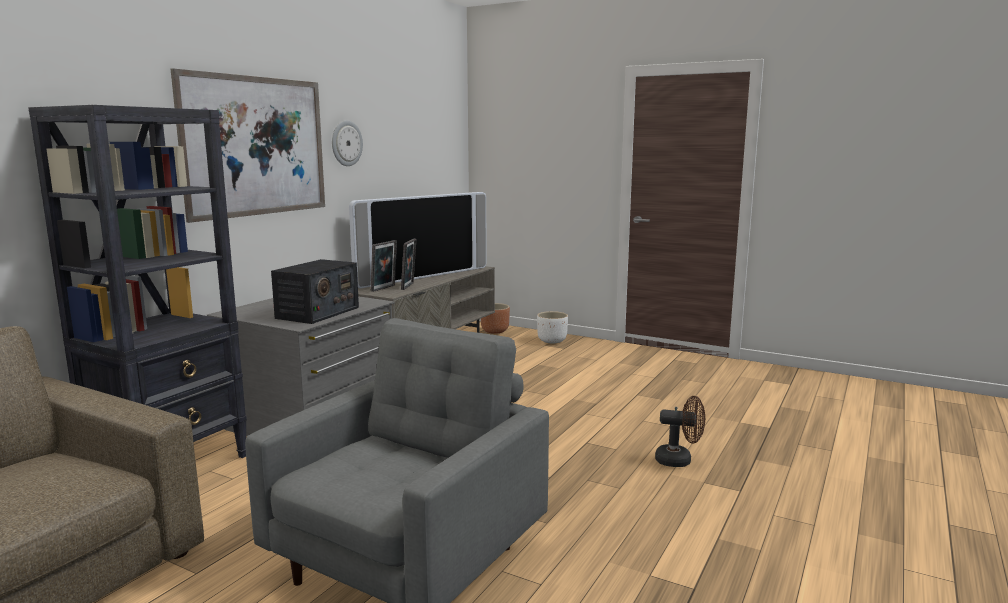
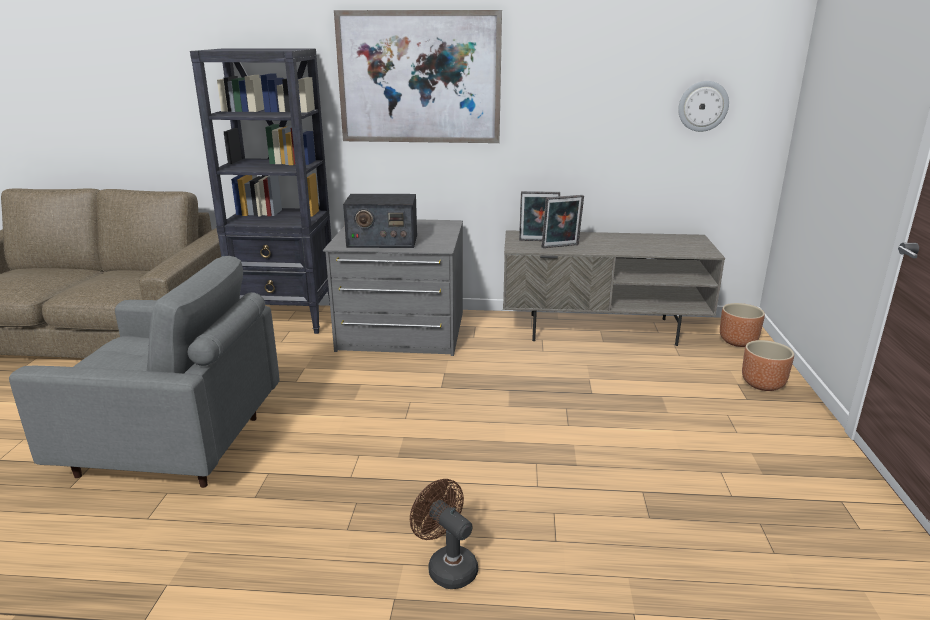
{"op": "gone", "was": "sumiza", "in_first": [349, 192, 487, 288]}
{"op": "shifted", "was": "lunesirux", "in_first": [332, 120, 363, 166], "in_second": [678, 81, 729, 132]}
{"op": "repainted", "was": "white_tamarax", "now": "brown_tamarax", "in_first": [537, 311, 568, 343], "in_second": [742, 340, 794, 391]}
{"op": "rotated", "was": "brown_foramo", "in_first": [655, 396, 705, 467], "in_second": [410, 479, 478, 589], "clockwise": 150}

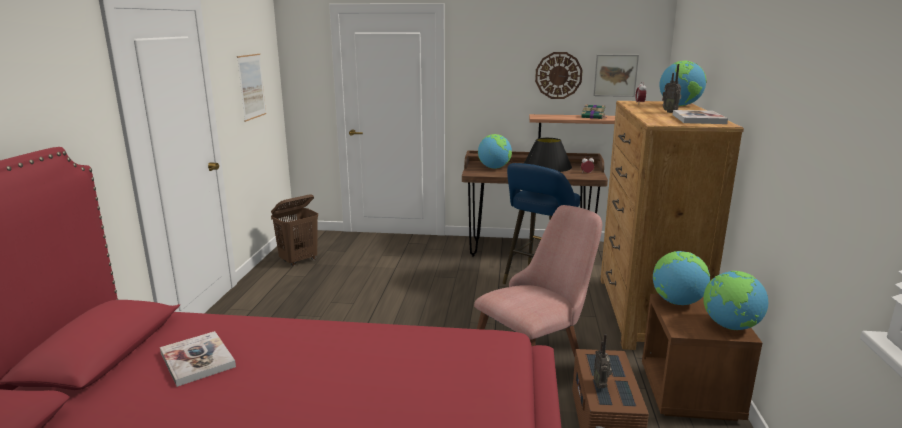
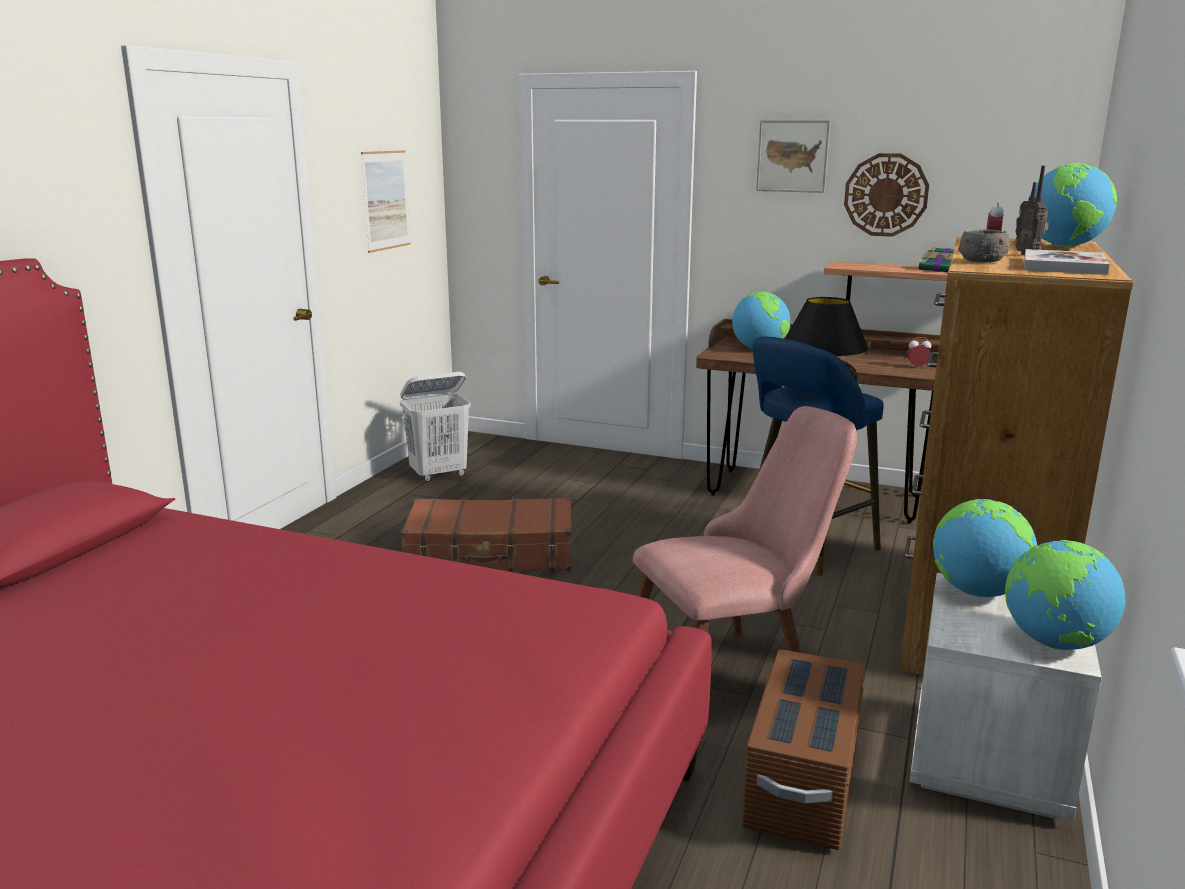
{"op": "gone", "was": "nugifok", "in_first": [160, 331, 236, 387]}
{"op": "gone", "was": "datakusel", "in_first": [594, 334, 612, 389]}
{"op": "new", "now": "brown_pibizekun", "in_second": [401, 497, 572, 572]}
{"op": "new", "now": "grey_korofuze", "in_second": [958, 229, 1010, 263]}
{"op": "shifted", "was": "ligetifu", "in_first": [593, 55, 639, 97], "in_second": [756, 120, 830, 193]}
{"op": "repainted", "was": "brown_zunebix", "now": "white_zunebix", "in_first": [271, 194, 318, 266], "in_second": [400, 372, 471, 482]}
{"op": "repainted", "was": "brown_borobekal", "now": "white_borobekal", "in_first": [642, 294, 762, 421], "in_second": [910, 573, 1102, 820]}

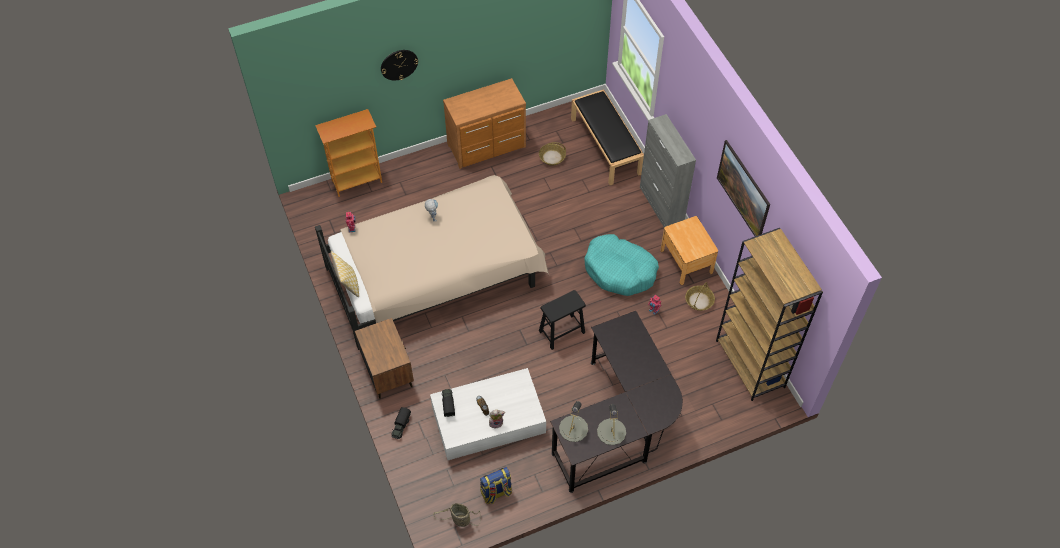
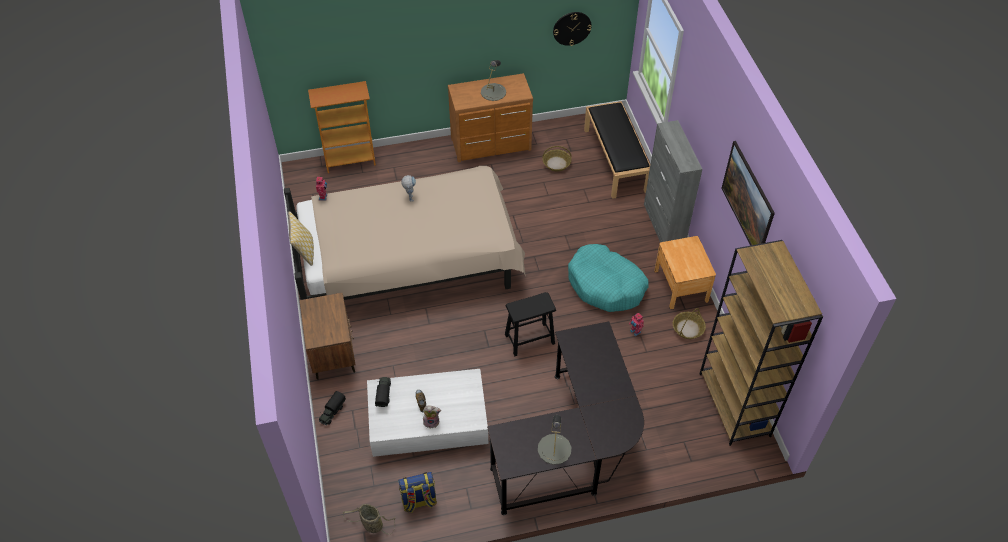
{"op": "shifted", "was": "lunesirux", "in_first": [381, 50, 418, 80], "in_second": [553, 12, 592, 46]}
{"op": "shifted", "was": "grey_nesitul", "in_first": [559, 401, 588, 442], "in_second": [481, 60, 506, 101]}

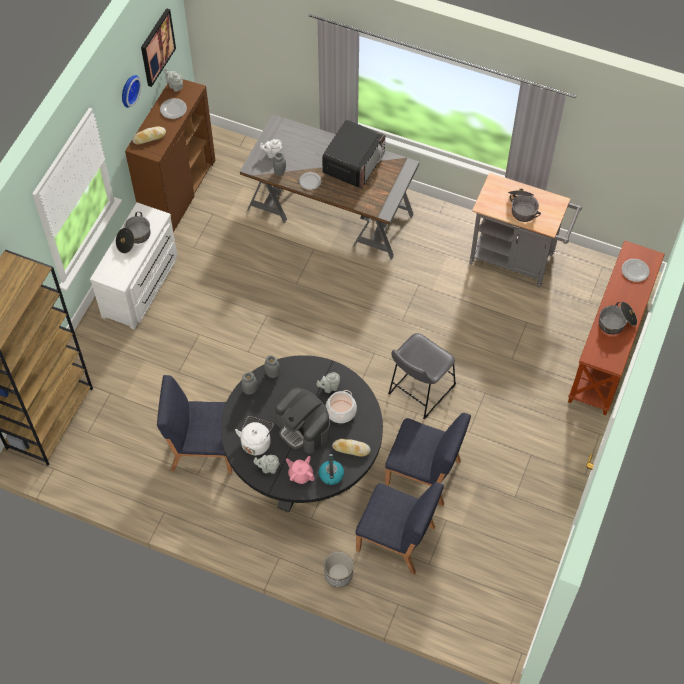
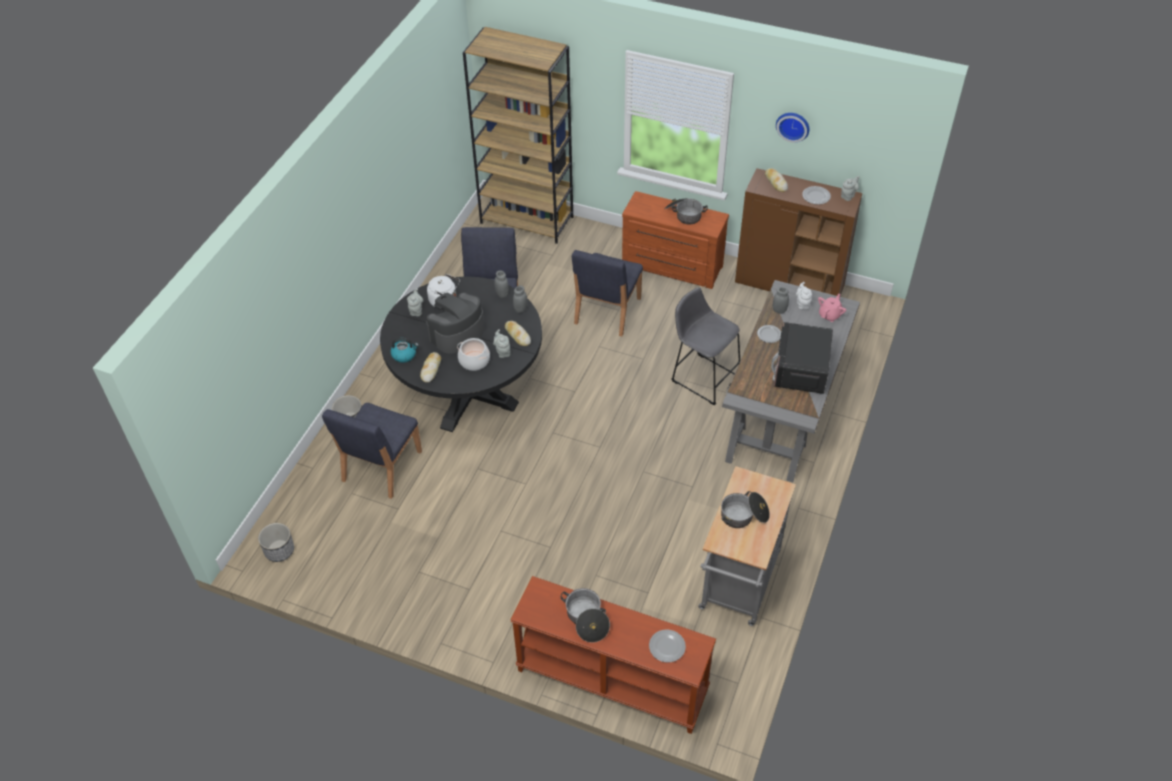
{"op": "gone", "was": "ligetifu", "in_first": [141, 8, 176, 87]}
{"op": "new", "now": "tamarax", "in_second": [258, 523, 294, 562]}
{"op": "new", "now": "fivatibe", "in_second": [505, 321, 531, 346]}
{"op": "shifted", "was": "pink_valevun", "in_first": [286, 456, 315, 484], "in_second": [818, 294, 846, 322]}
{"op": "shifted", "was": "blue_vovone", "in_first": [385, 413, 471, 506], "in_second": [572, 250, 643, 336]}
{"op": "shifted", "was": "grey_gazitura", "in_first": [388, 333, 456, 419], "in_second": [672, 287, 740, 405]}
{"op": "repainted", "was": "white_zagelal", "now": "brown_zagelal", "in_first": [90, 202, 177, 329], "in_second": [622, 191, 729, 289]}
{"op": "rotated", "was": "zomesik", "in_first": [322, 120, 385, 188], "in_second": [771, 322, 833, 394], "clockwise": 75}

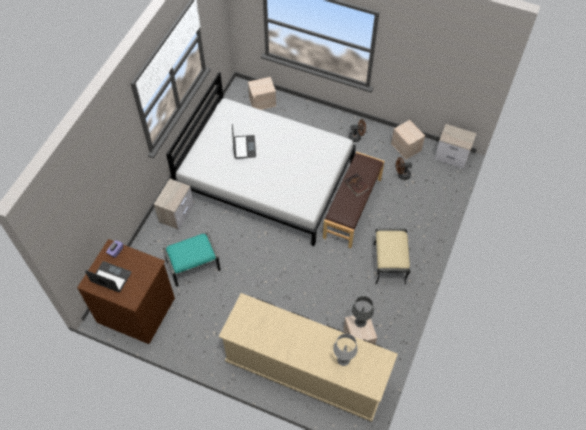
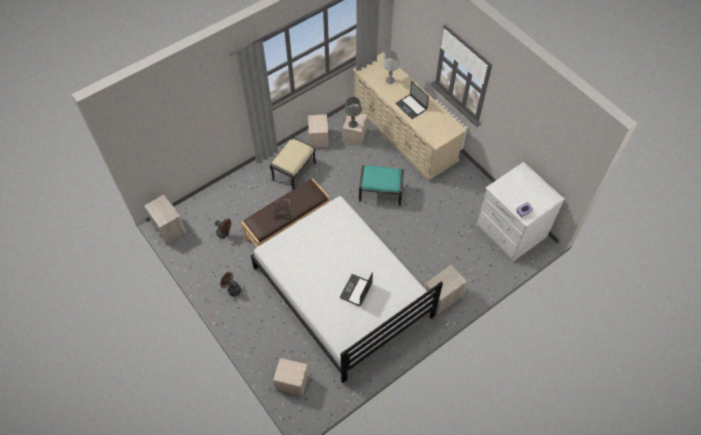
{"op": "shifted", "was": "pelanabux", "in_first": [85, 261, 131, 292], "in_second": [396, 81, 429, 119]}
{"op": "shifted", "was": "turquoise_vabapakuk", "in_first": [163, 233, 221, 287], "in_second": [359, 165, 404, 206]}
{"op": "shifted", "was": "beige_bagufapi", "in_first": [391, 120, 425, 159], "in_second": [308, 114, 329, 147]}
{"op": "repainted", "was": "brown_zagelal", "now": "white_zagelal", "in_first": [77, 239, 175, 344], "in_second": [476, 162, 565, 262]}

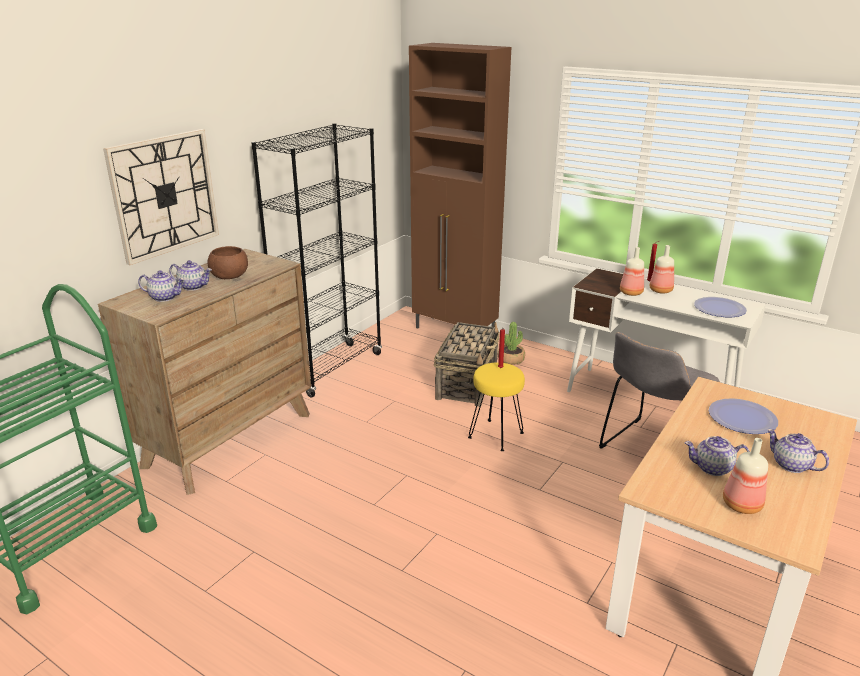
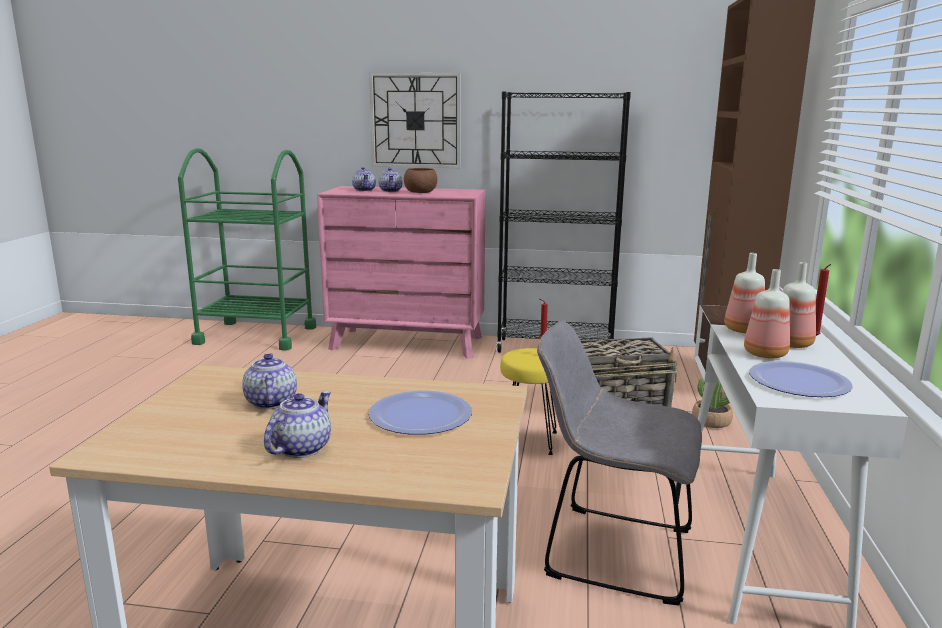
{"op": "shifted", "was": "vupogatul", "in_first": [723, 438, 768, 514], "in_second": [744, 269, 790, 359]}
{"op": "repainted", "was": "brown_zagelal", "now": "pink_zagelal", "in_first": [98, 249, 311, 495], "in_second": [317, 186, 486, 359]}

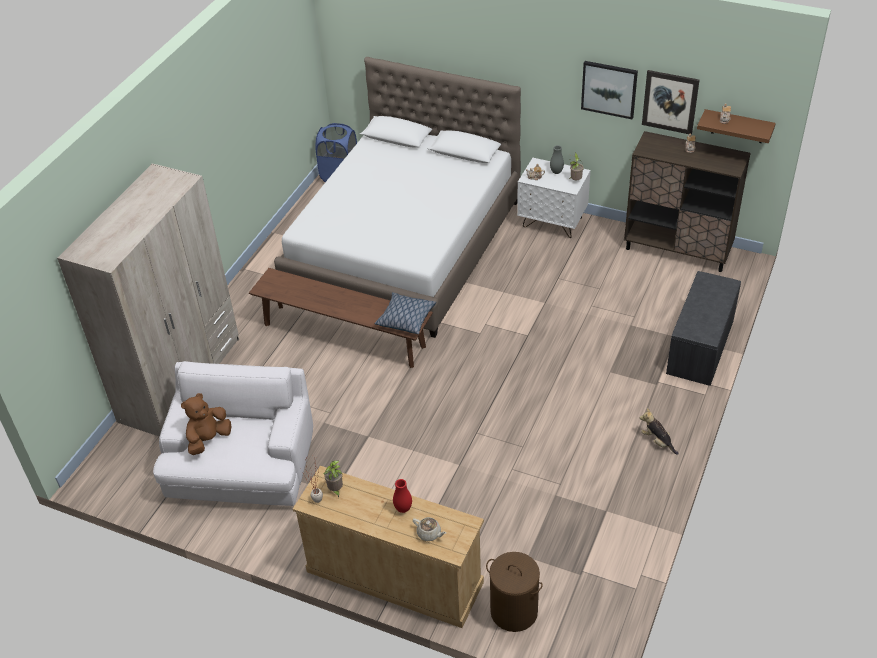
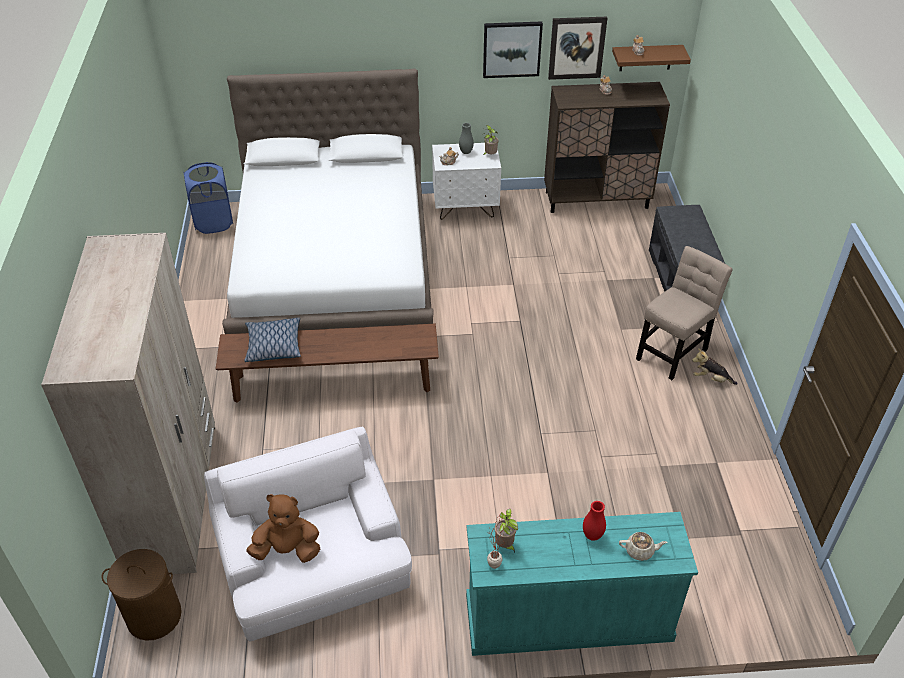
{"op": "new", "now": "beige_vovone", "in_second": [636, 246, 732, 380]}
{"op": "shifted", "was": "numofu", "in_first": [375, 292, 436, 334], "in_second": [244, 317, 301, 362]}
{"op": "shifted", "was": "brown_zunebix", "in_first": [486, 552, 543, 632], "in_second": [102, 549, 182, 641]}
{"op": "repainted", "was": "beige_zagelal", "now": "turquoise_zagelal", "in_first": [293, 466, 484, 628], "in_second": [466, 512, 698, 656]}
{"op": "rotated", "was": "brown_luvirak", "in_first": [181, 393, 231, 455], "in_second": [246, 494, 320, 563], "clockwise": 75}

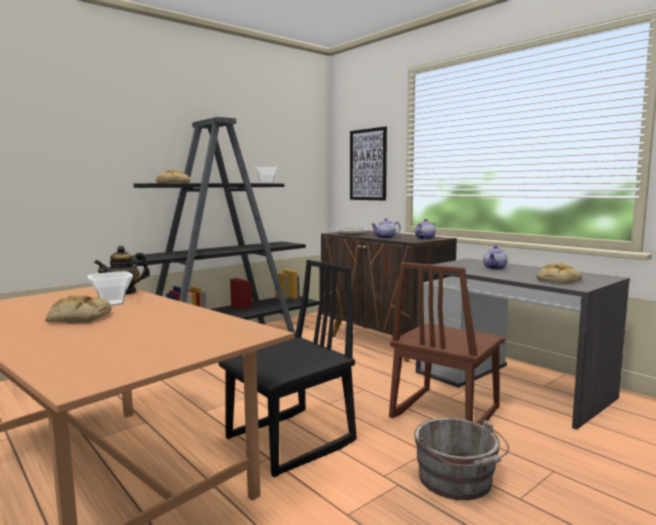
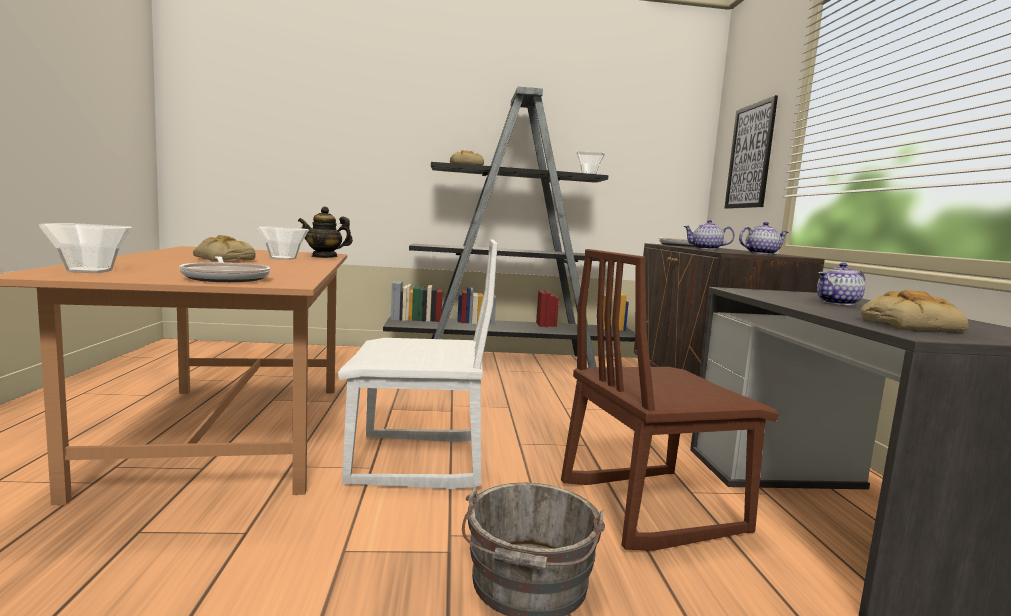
{"op": "new", "now": "korofuze", "in_second": [39, 223, 132, 273]}
{"op": "new", "now": "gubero", "in_second": [179, 257, 270, 282]}
{"op": "repainted", "was": "black_vovone", "now": "white_vovone", "in_first": [218, 260, 356, 477], "in_second": [338, 239, 498, 489]}

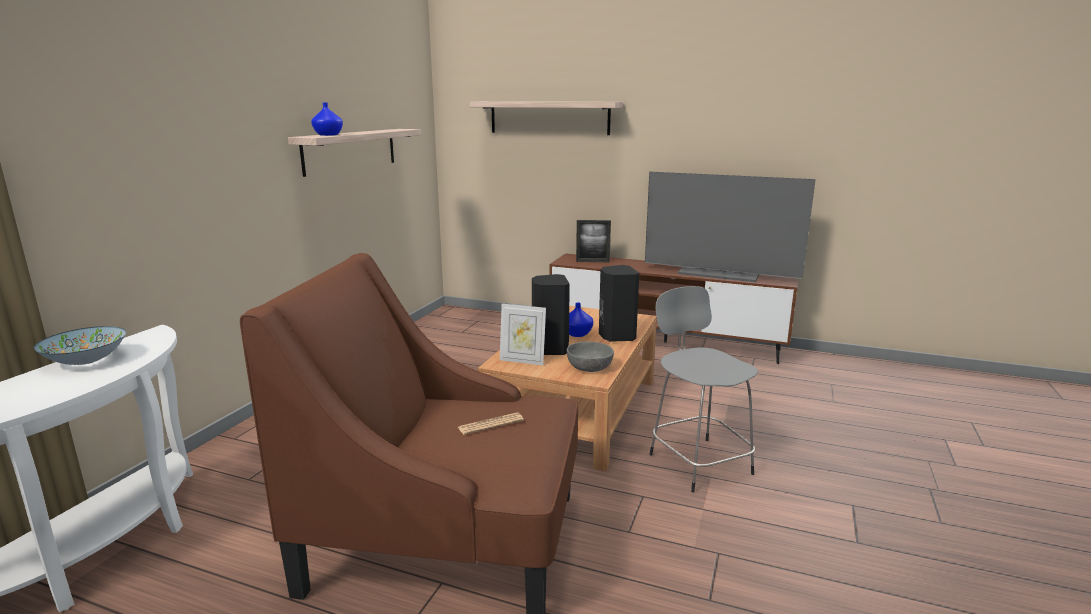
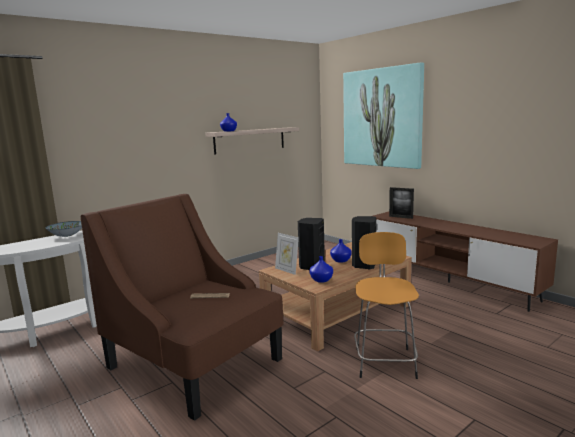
{"op": "gone", "was": "sumiza", "in_first": [645, 172, 816, 282]}
{"op": "swapped", "was": "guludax", "now": "ligetifu", "in_first": [470, 101, 623, 135], "in_second": [343, 62, 424, 169]}
{"op": "swapped", "was": "grey_korofuze", "now": "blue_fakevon", "in_first": [567, 342, 614, 372], "in_second": [309, 256, 333, 283]}
{"op": "repainted", "was": "grey_gazitura", "now": "orange_gazitura", "in_first": [649, 286, 758, 492], "in_second": [354, 232, 419, 379]}

